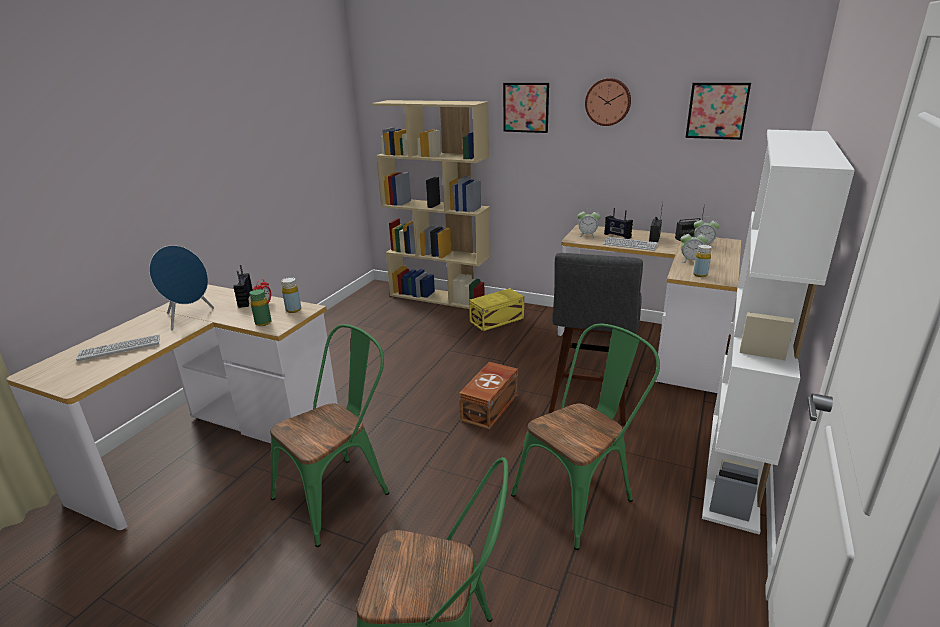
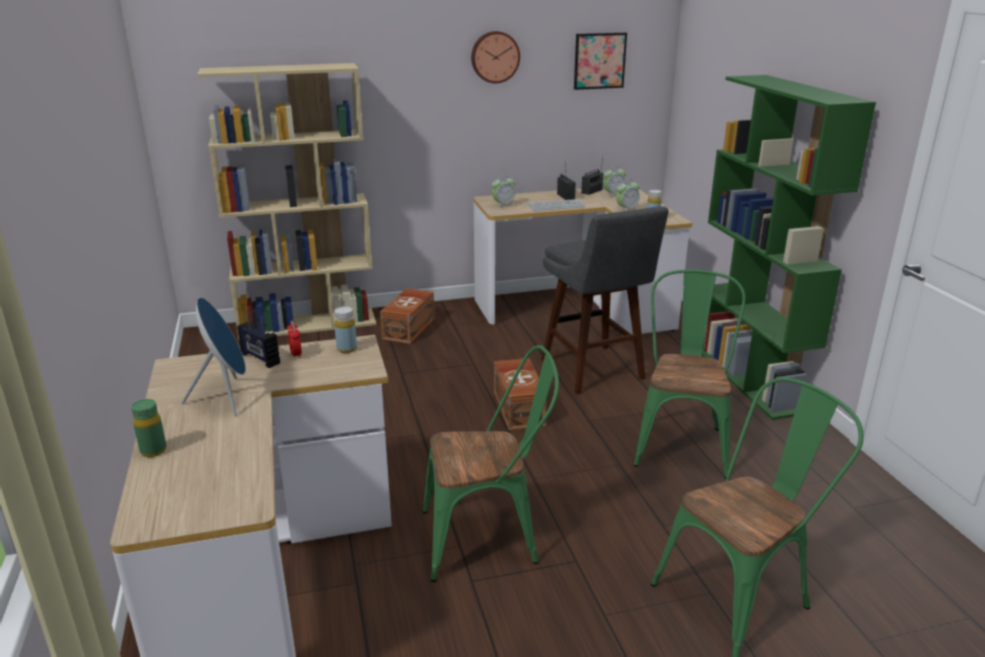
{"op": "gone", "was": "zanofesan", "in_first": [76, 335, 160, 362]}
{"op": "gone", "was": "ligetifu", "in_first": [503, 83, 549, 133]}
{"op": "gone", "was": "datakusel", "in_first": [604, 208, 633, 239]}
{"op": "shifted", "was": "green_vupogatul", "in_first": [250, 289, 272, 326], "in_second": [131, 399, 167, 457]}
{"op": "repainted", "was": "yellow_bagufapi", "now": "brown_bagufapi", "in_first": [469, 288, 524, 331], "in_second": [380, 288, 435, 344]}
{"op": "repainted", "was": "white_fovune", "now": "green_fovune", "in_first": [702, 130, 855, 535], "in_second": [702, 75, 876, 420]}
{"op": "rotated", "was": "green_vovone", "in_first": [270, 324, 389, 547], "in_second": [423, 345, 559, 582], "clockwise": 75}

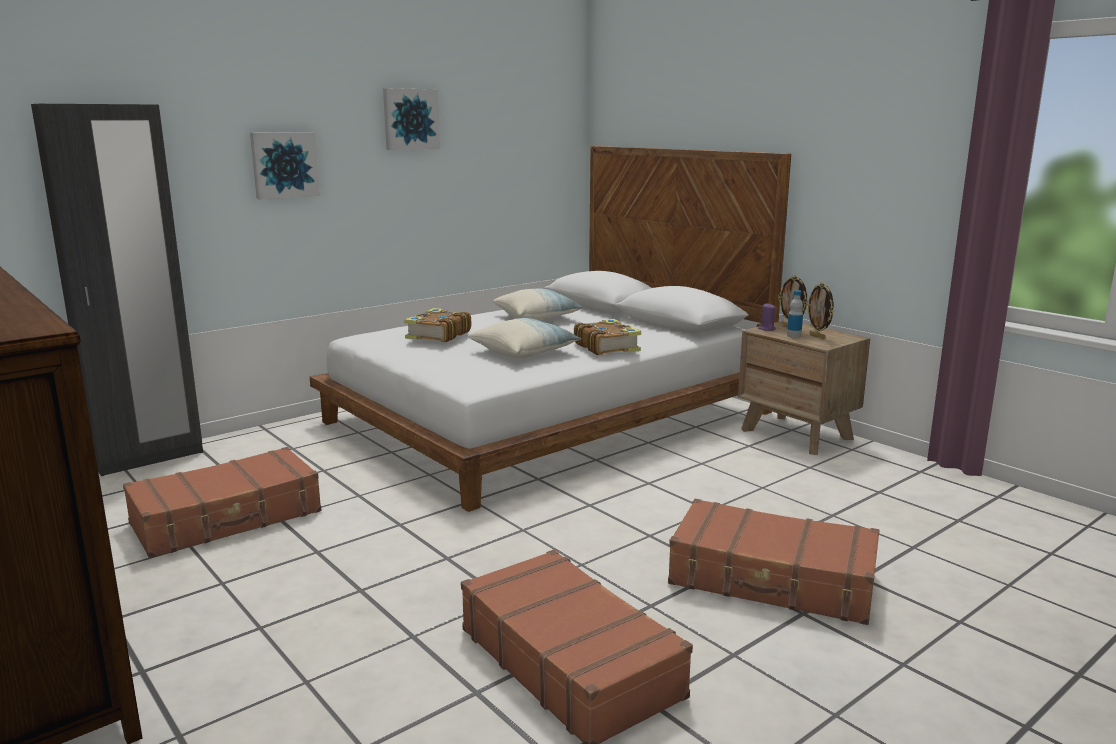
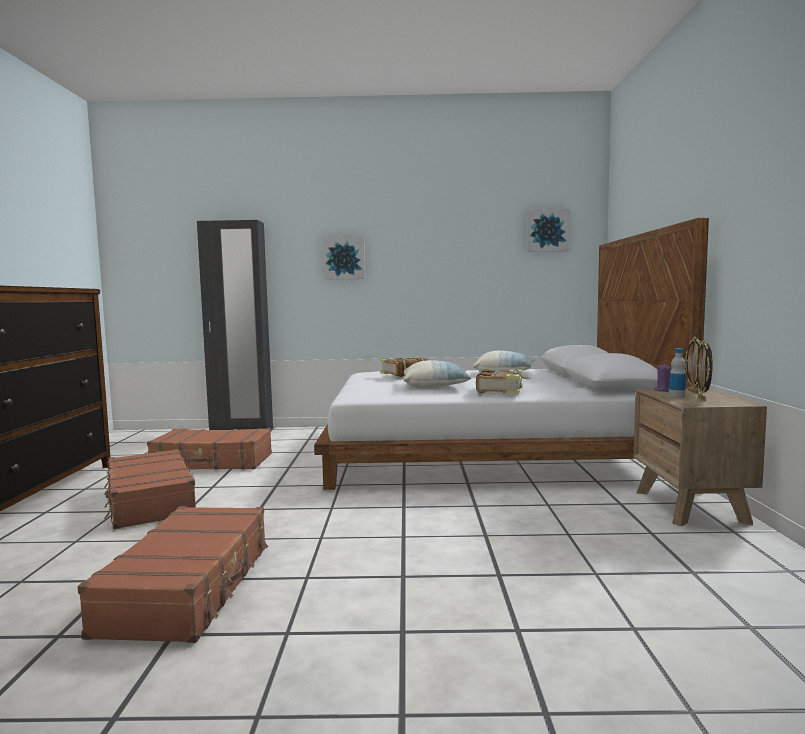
{"op": "shifted", "was": "ligetifu", "in_first": [383, 88, 440, 150], "in_second": [527, 209, 570, 252]}
{"op": "shifted", "was": "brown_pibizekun", "in_first": [668, 499, 880, 625], "in_second": [104, 449, 196, 529]}

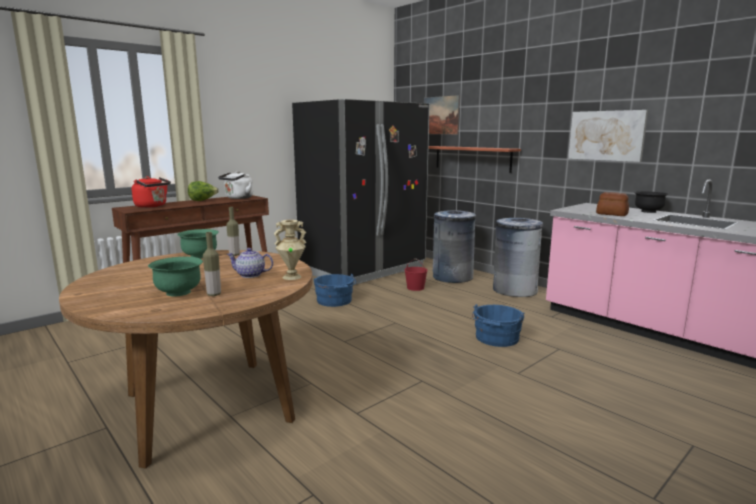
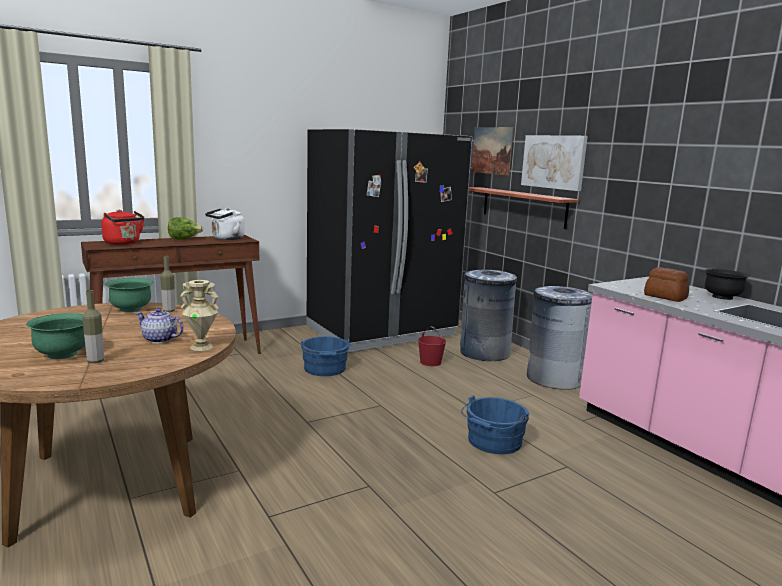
{"op": "shifted", "was": "ligetifu", "in_first": [568, 110, 648, 162], "in_second": [521, 135, 588, 191]}

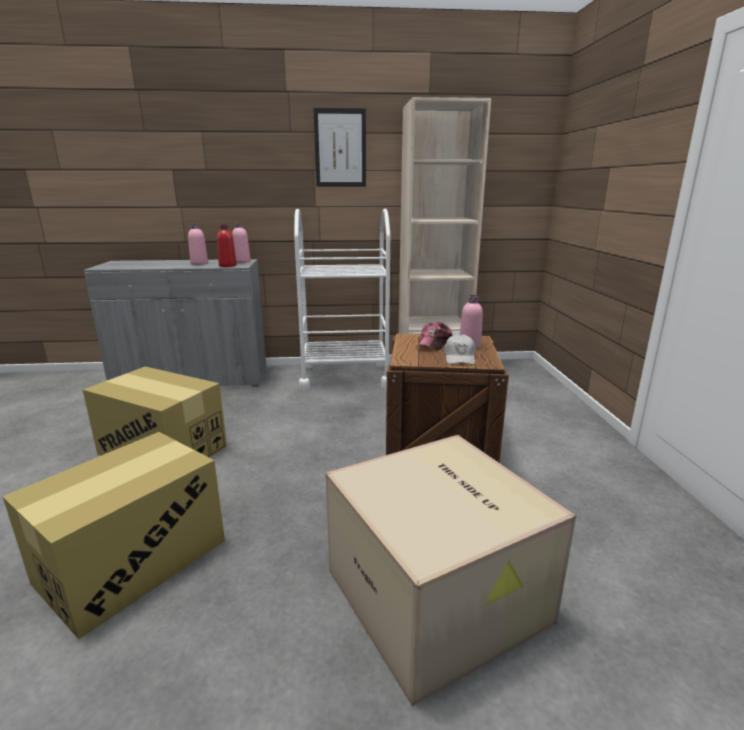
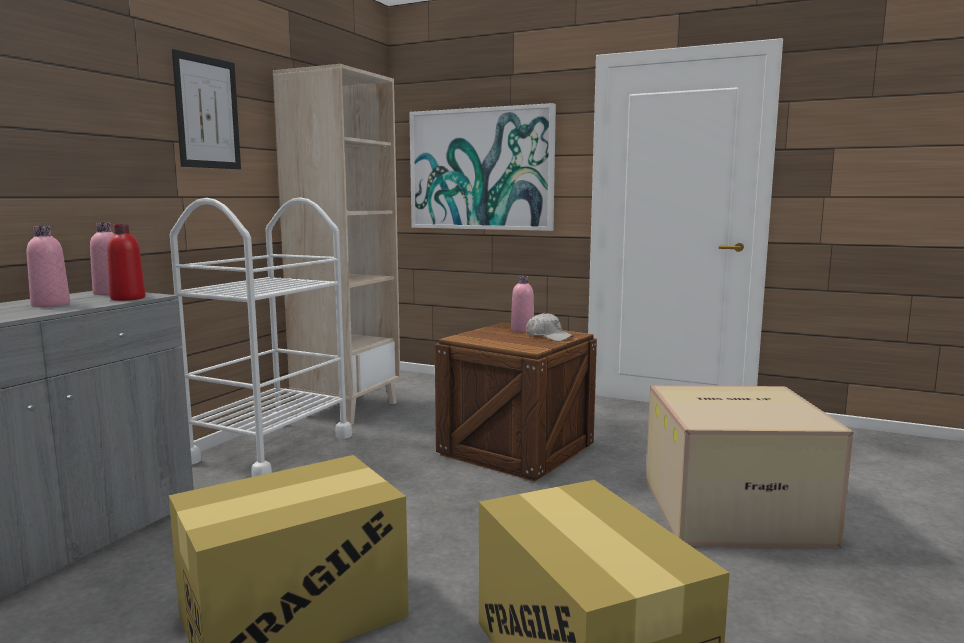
{"op": "gone", "was": "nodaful", "in_first": [417, 322, 452, 351]}
{"op": "new", "now": "ligetifu", "in_second": [409, 103, 556, 231]}

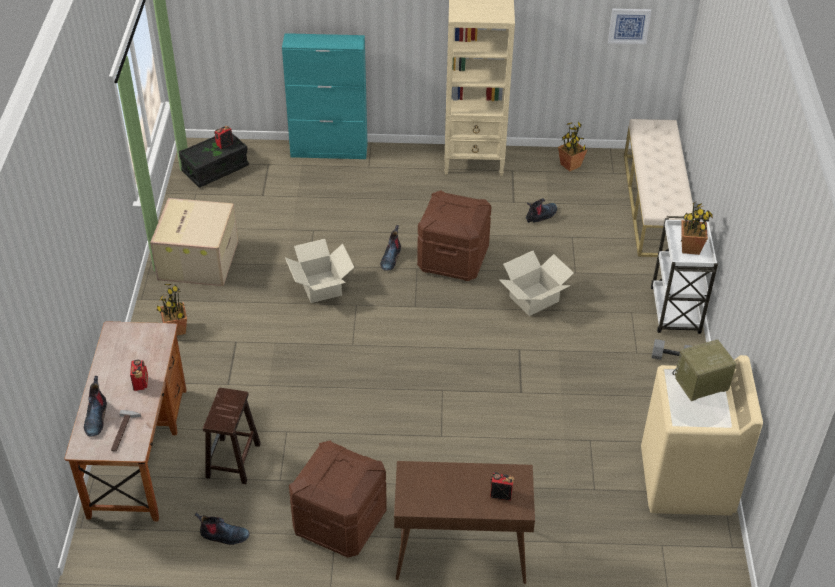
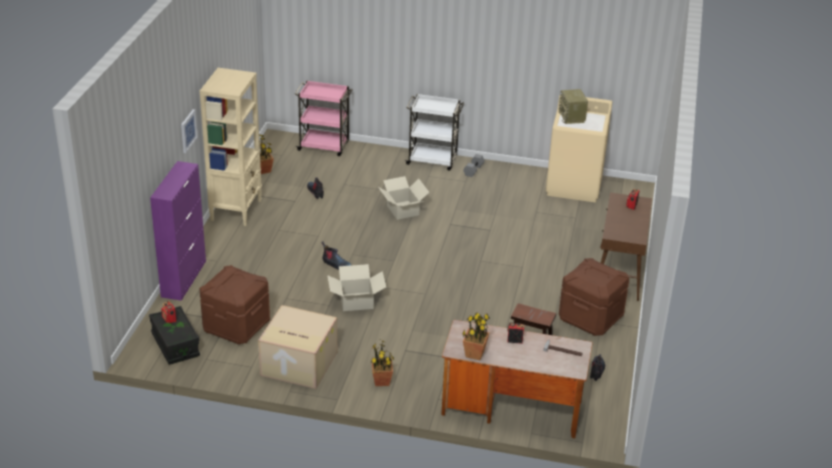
{"op": "gone", "was": "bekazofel", "in_first": [83, 376, 107, 437]}
{"op": "shifted", "was": "brown_bagufapi", "in_first": [417, 190, 492, 281], "in_second": [200, 265, 270, 344]}
{"op": "shifted", "was": "ligetifu", "in_first": [608, 9, 651, 44], "in_second": [181, 109, 198, 153]}
{"op": "shifted", "was": "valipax", "in_first": [681, 202, 713, 255], "in_second": [462, 312, 490, 360]}
{"op": "swapped", "was": "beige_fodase", "now": "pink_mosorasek", "in_first": [624, 119, 695, 257], "in_second": [295, 80, 353, 156]}
{"op": "repainted", "was": "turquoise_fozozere", "now": "purple_fozozere", "in_first": [282, 33, 368, 159], "in_second": [150, 161, 206, 301]}

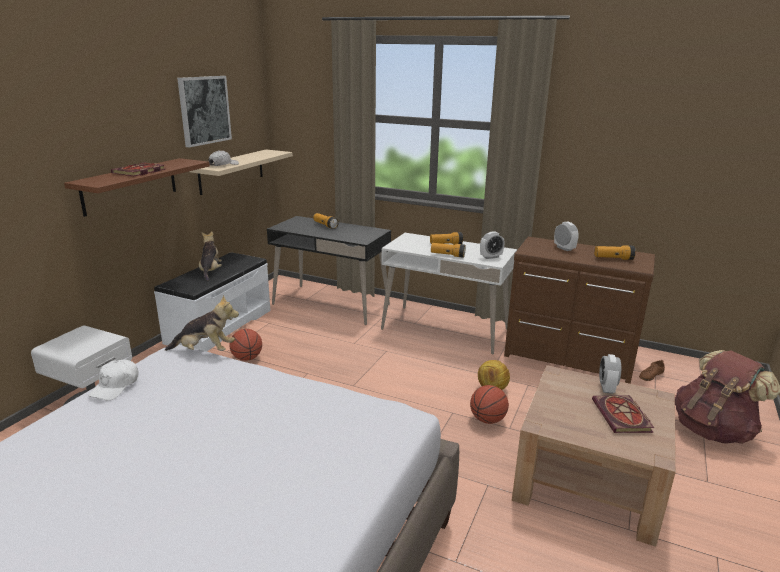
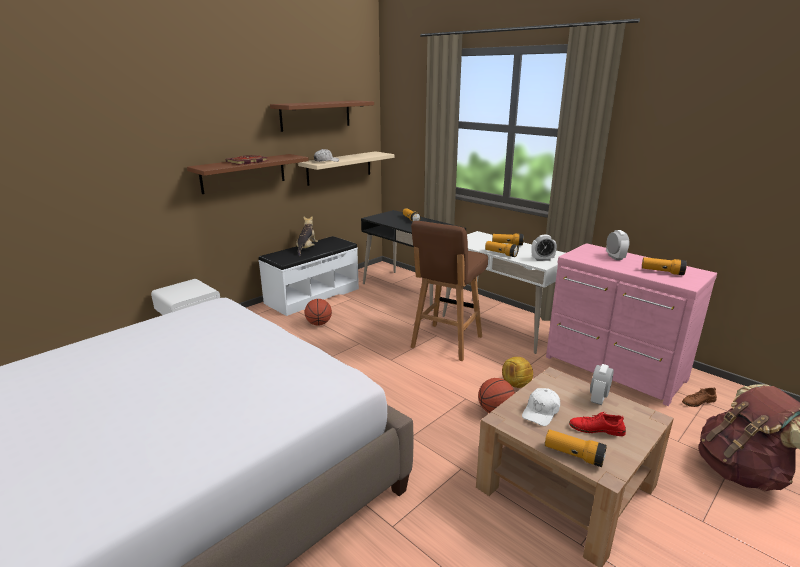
{"op": "gone", "was": "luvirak", "in_first": [165, 295, 239, 351]}
{"op": "new", "now": "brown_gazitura", "in_second": [411, 221, 488, 361]}
{"op": "new", "now": "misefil", "in_second": [545, 429, 607, 467]}
{"op": "shifted", "was": "white_nodaful", "in_first": [88, 360, 139, 400], "in_second": [522, 388, 560, 426]}
{"op": "swapped", "was": "ligetifu", "now": "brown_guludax", "in_first": [177, 76, 232, 147], "in_second": [270, 100, 374, 132]}
{"op": "swapped", "was": "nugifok", "now": "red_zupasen", "in_first": [592, 395, 654, 433], "in_second": [569, 412, 626, 436]}
{"op": "repainted", "was": "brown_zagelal", "now": "pink_zagelal", "in_first": [504, 237, 655, 384], "in_second": [546, 243, 717, 406]}

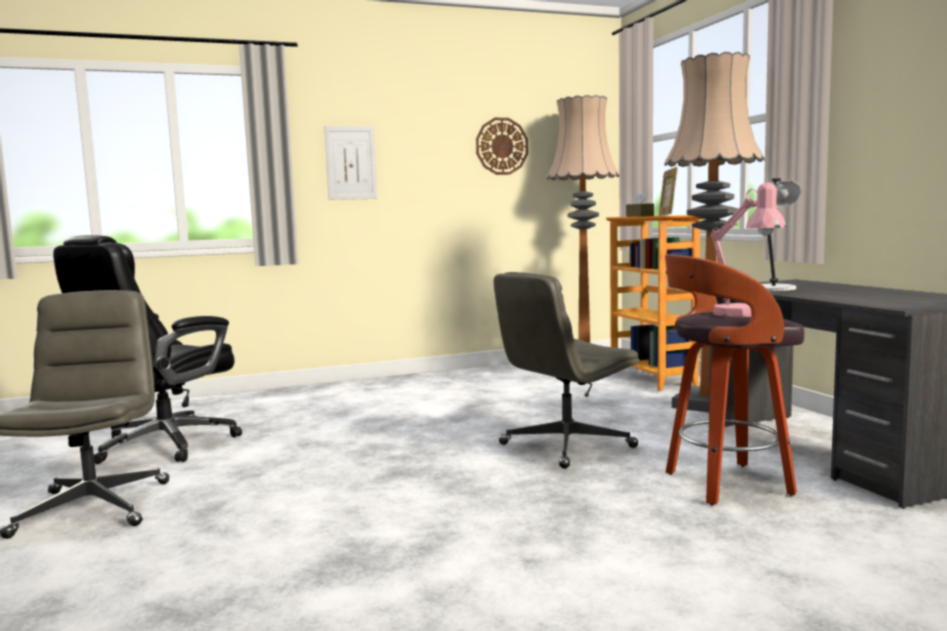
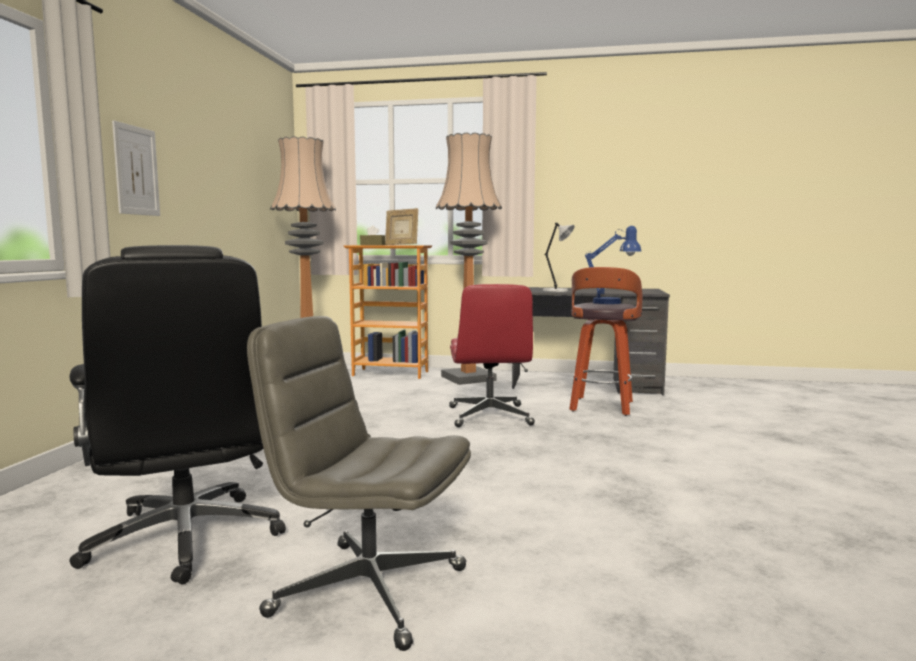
{"op": "gone", "was": "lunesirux", "in_first": [476, 118, 528, 175]}
{"op": "repainted", "was": "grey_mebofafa", "now": "red_mebofafa", "in_first": [494, 272, 640, 469], "in_second": [449, 284, 535, 427]}
{"op": "repainted", "was": "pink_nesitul", "now": "blue_nesitul", "in_first": [710, 182, 786, 317], "in_second": [585, 226, 641, 304]}

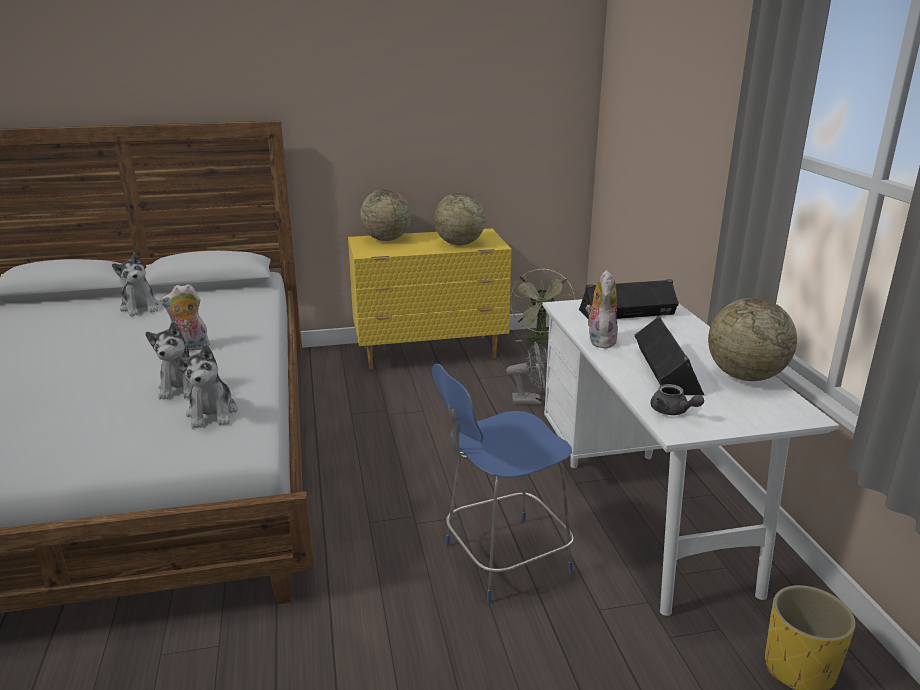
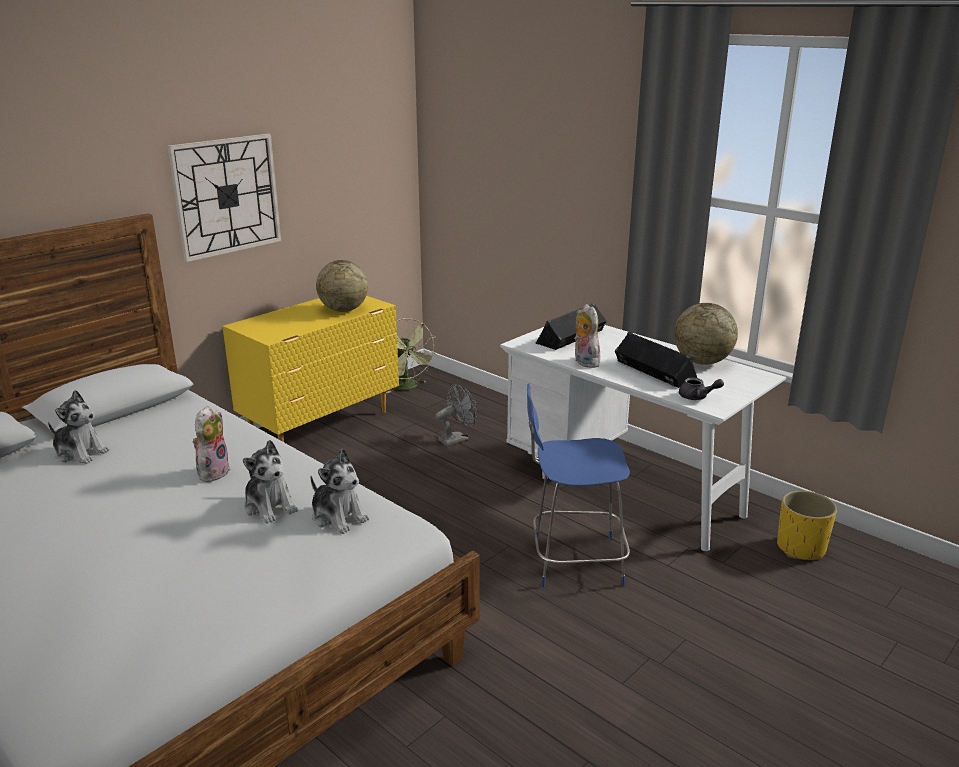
{"op": "gone", "was": "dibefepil", "in_first": [360, 189, 411, 241]}
{"op": "new", "now": "lunesirux", "in_second": [167, 134, 281, 262]}
{"op": "rotated", "was": "luvirak", "in_first": [160, 284, 211, 350], "in_second": [193, 406, 231, 482], "clockwise": 150}
{"op": "rotated", "was": "blue_vovone", "in_first": [432, 364, 574, 603], "in_second": [527, 383, 630, 587], "clockwise": 60}

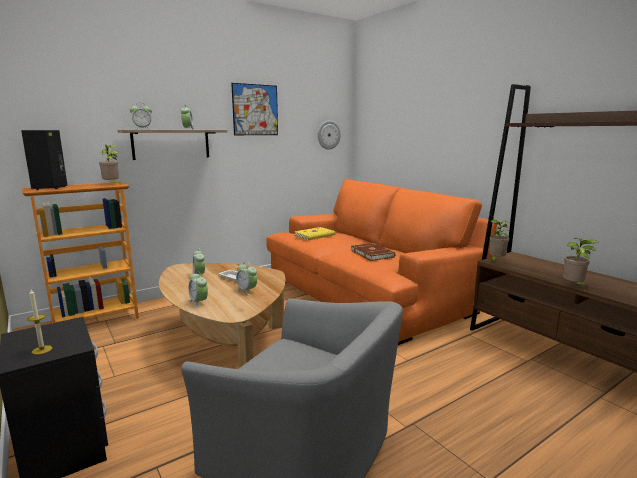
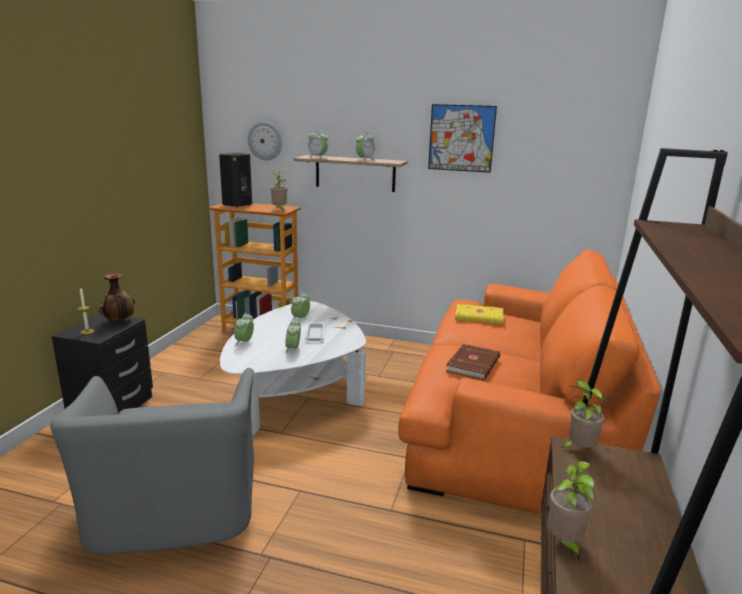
{"op": "new", "now": "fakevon", "in_second": [99, 273, 135, 322]}
{"op": "shifted", "was": "lunesirux", "in_first": [318, 121, 341, 150], "in_second": [248, 122, 282, 160]}
{"op": "repainted", "was": "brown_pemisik", "now": "white_pemisik", "in_first": [159, 263, 286, 368], "in_second": [220, 301, 366, 436]}

